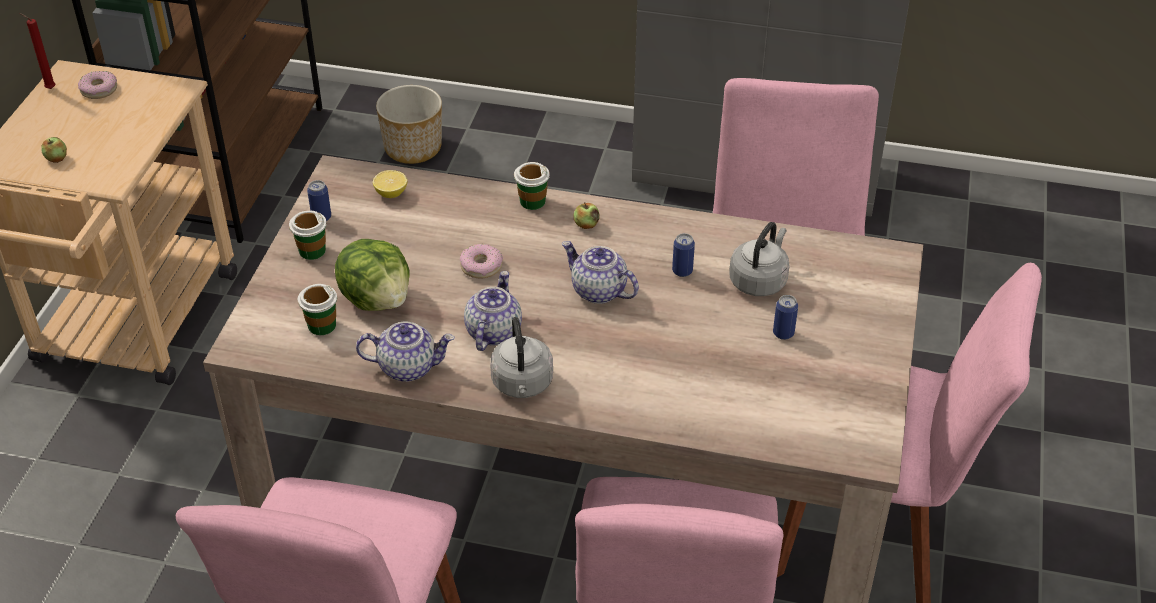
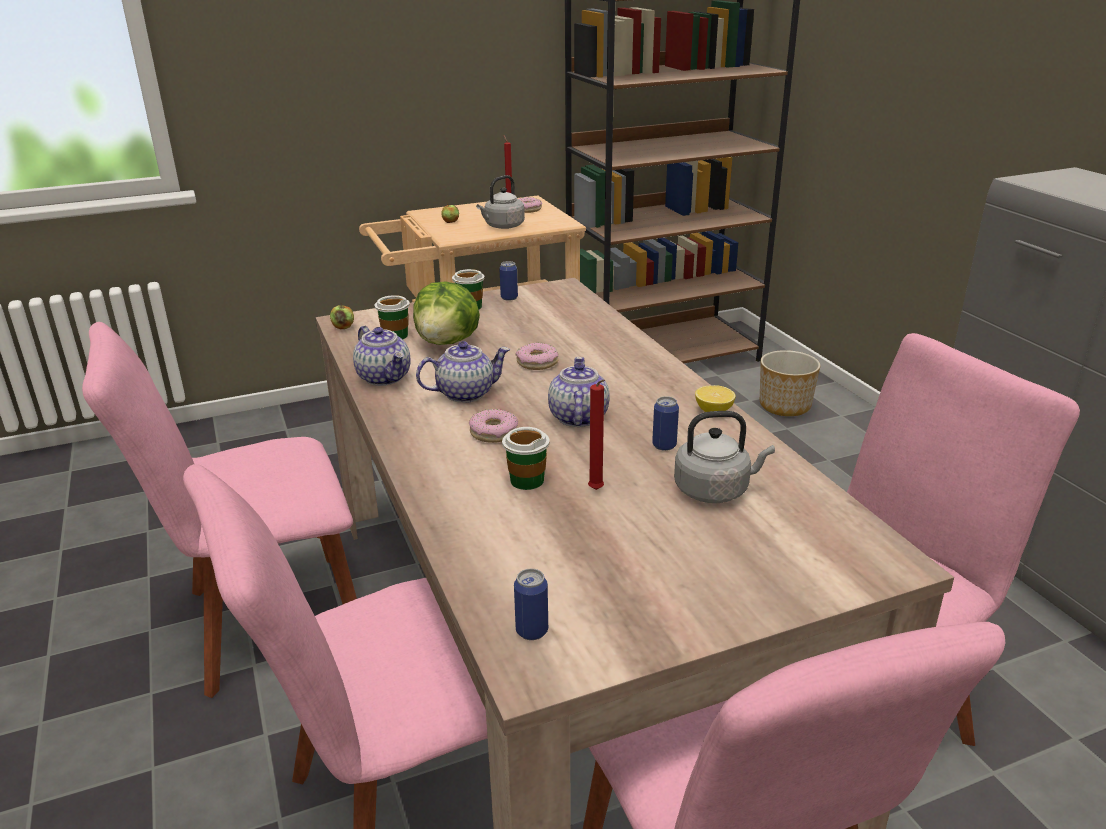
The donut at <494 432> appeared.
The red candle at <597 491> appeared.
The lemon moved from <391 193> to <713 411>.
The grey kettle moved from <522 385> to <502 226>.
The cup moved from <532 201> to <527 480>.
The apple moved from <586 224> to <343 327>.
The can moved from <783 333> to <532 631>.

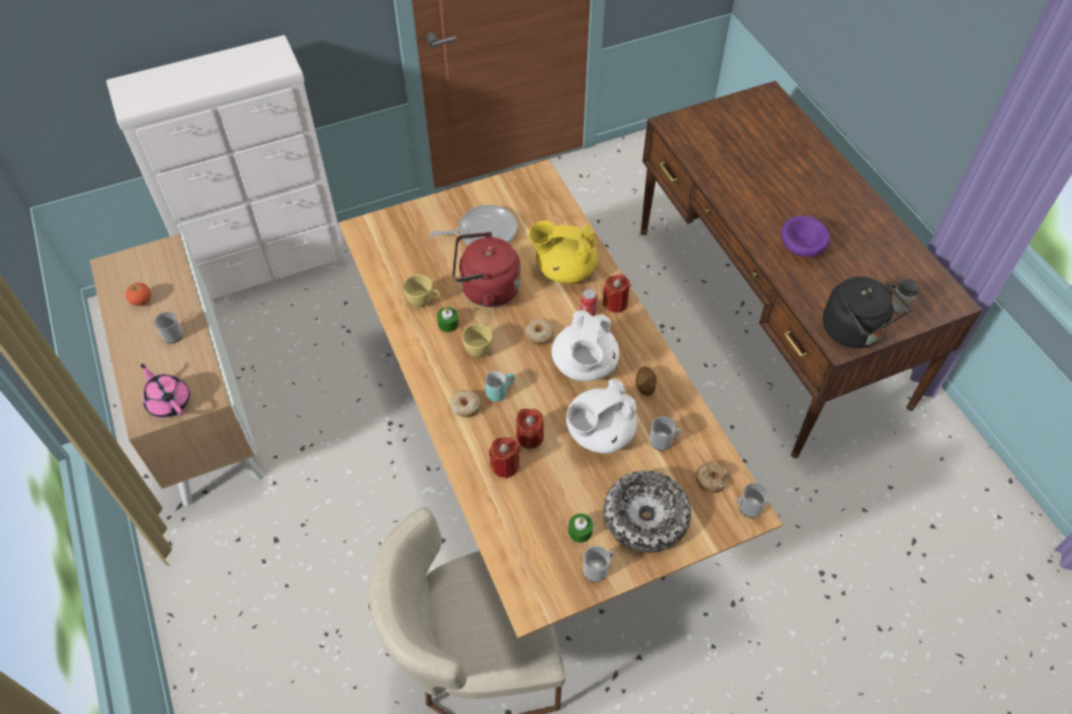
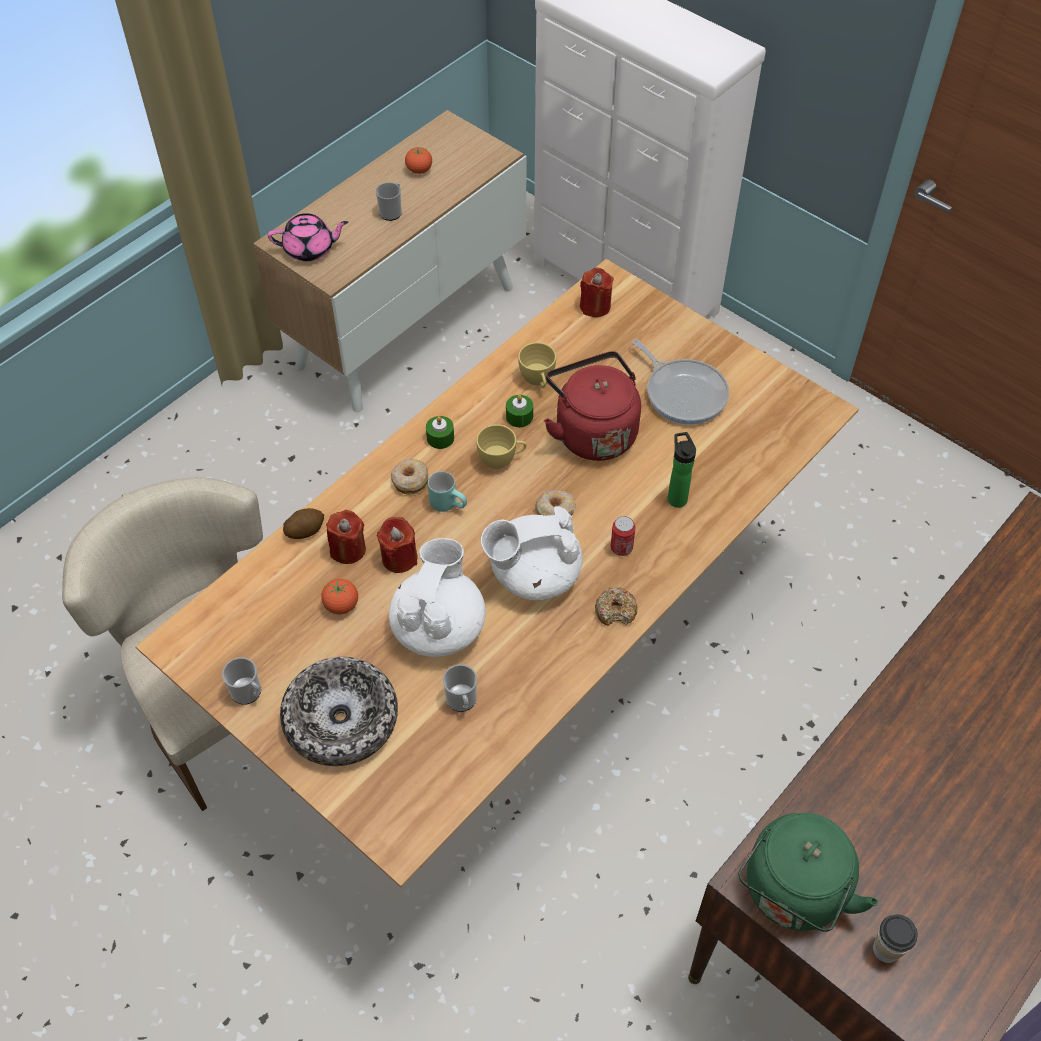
The mug at <747 508> disappeared.
The purple bowl at <800 248> disappeared.
The tomato at <341 605> appeared.
The green candle moved from <580 531> to <440 438>.
The red candle moved from <615 303> to <595 306>.
The potato moved from <645 386> to <305 530>.
The donut moved from <711 479> to <615 611>.
The yellow teapot at <564 269> was replaced by the bottle at <676 497>.
The black kettle at <854 331> became the green kettle at <792 894>.
The pink teapot at <169 401> turned 60 degrees clockwise.
The white teapot at <599 433> turned 75 degrees clockwise.

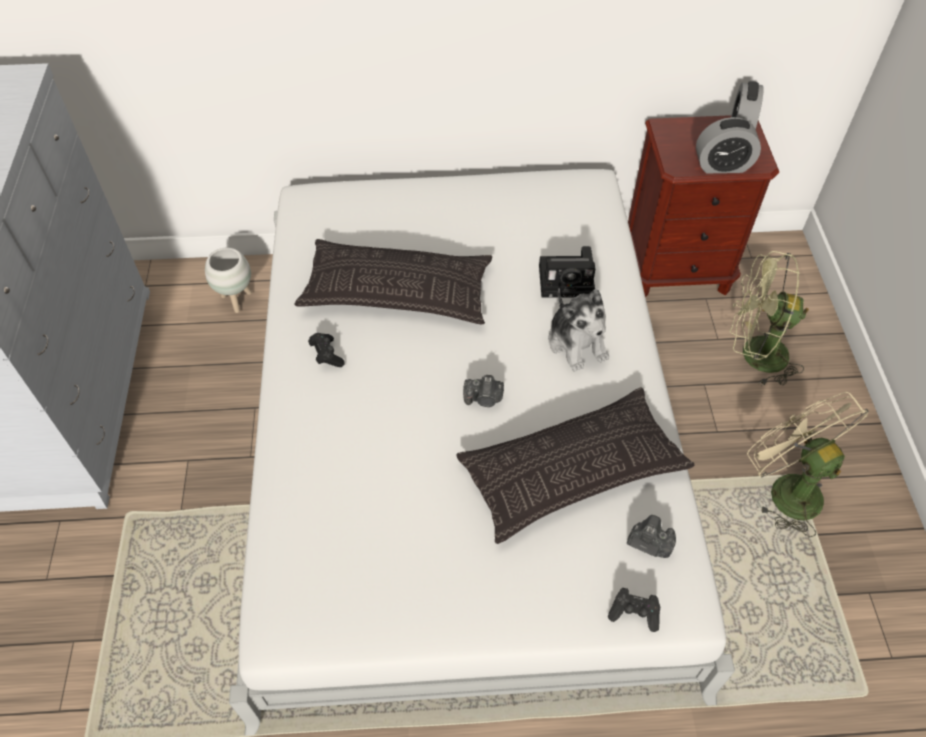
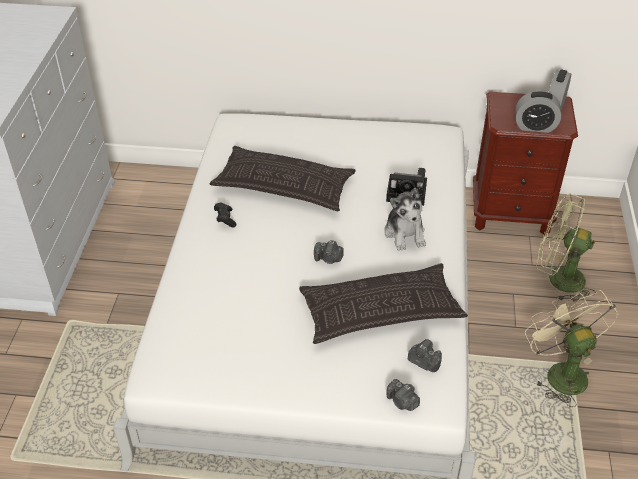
The white planter at <237 300> disappeared.
The black game controller at <634 613> was replaced by the photo camera at <402 402>.

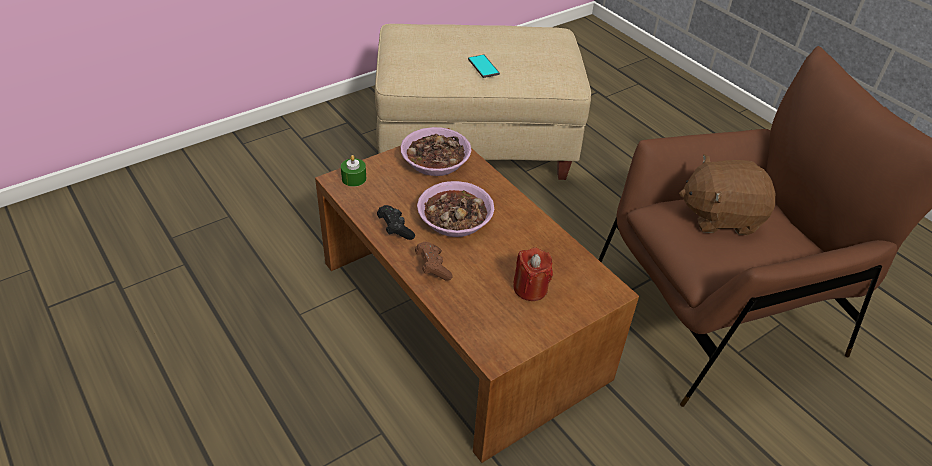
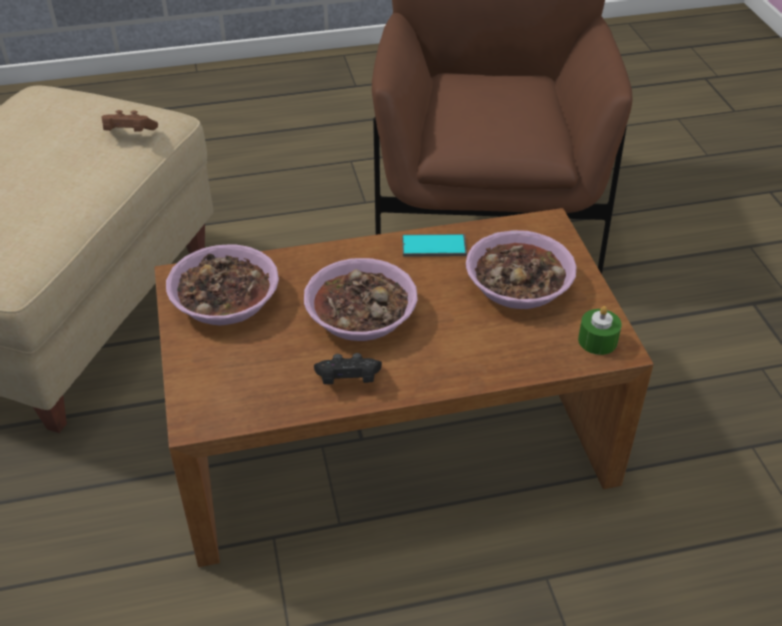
The brown plush toy at <720 216> disappeared.
The green candle moved from <354 178> to <597 340>.
The brown game controller moved from <432 267> to <129 134>.
The phone moved from <483 66> to <434 246>.
The red candle at <530 288> was replaced by the bowl at <519 285>.

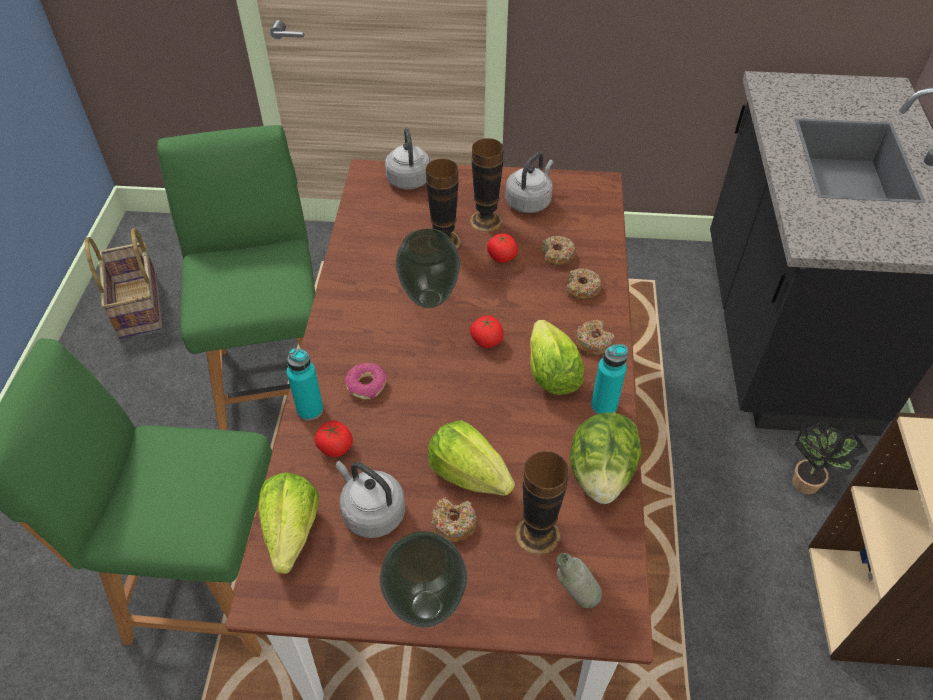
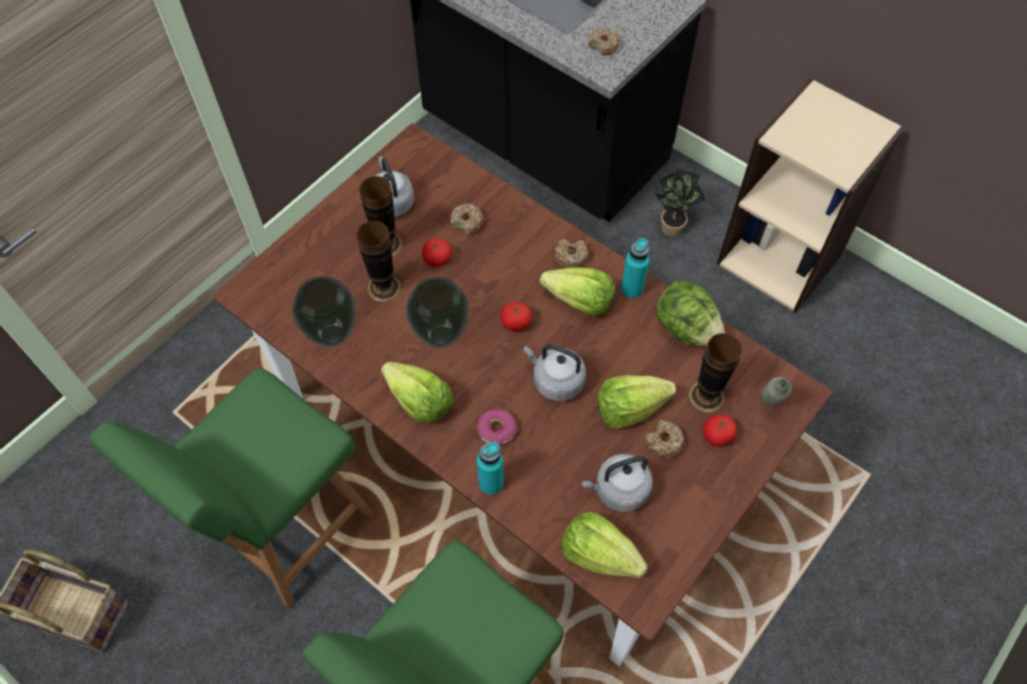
The lettuce at <419 402> appeared.
The tomato moved from <335 447> to <717 436>.
The vase moved from <424 606> to <332 335>.
The grey kettle moved from <408 178> to <555 381>.
The donut moved from <582 289> to <604 45>.
The green chair at <276 378> turned 75 degrees counterclockwise.

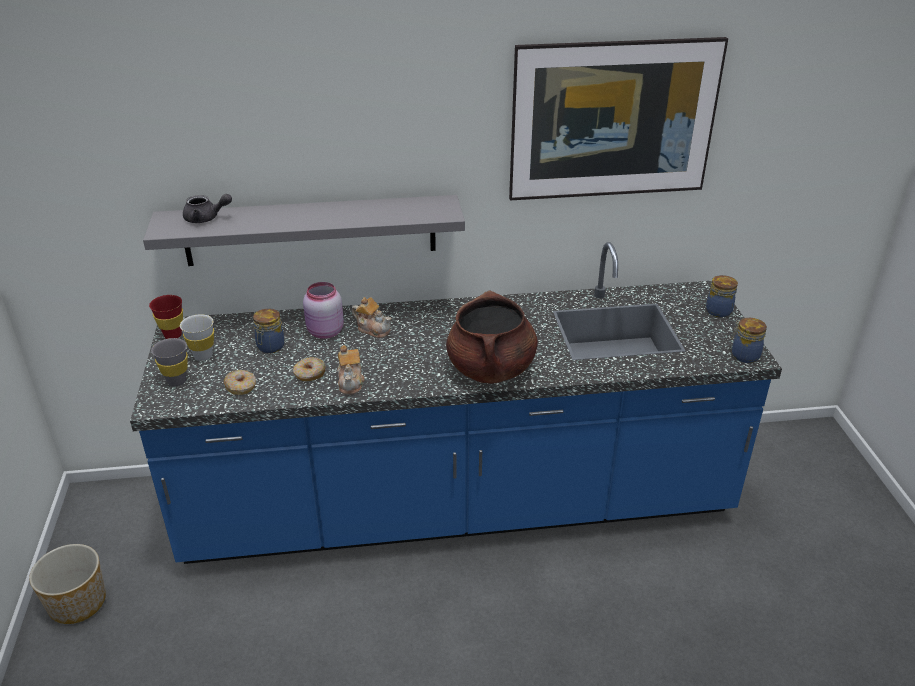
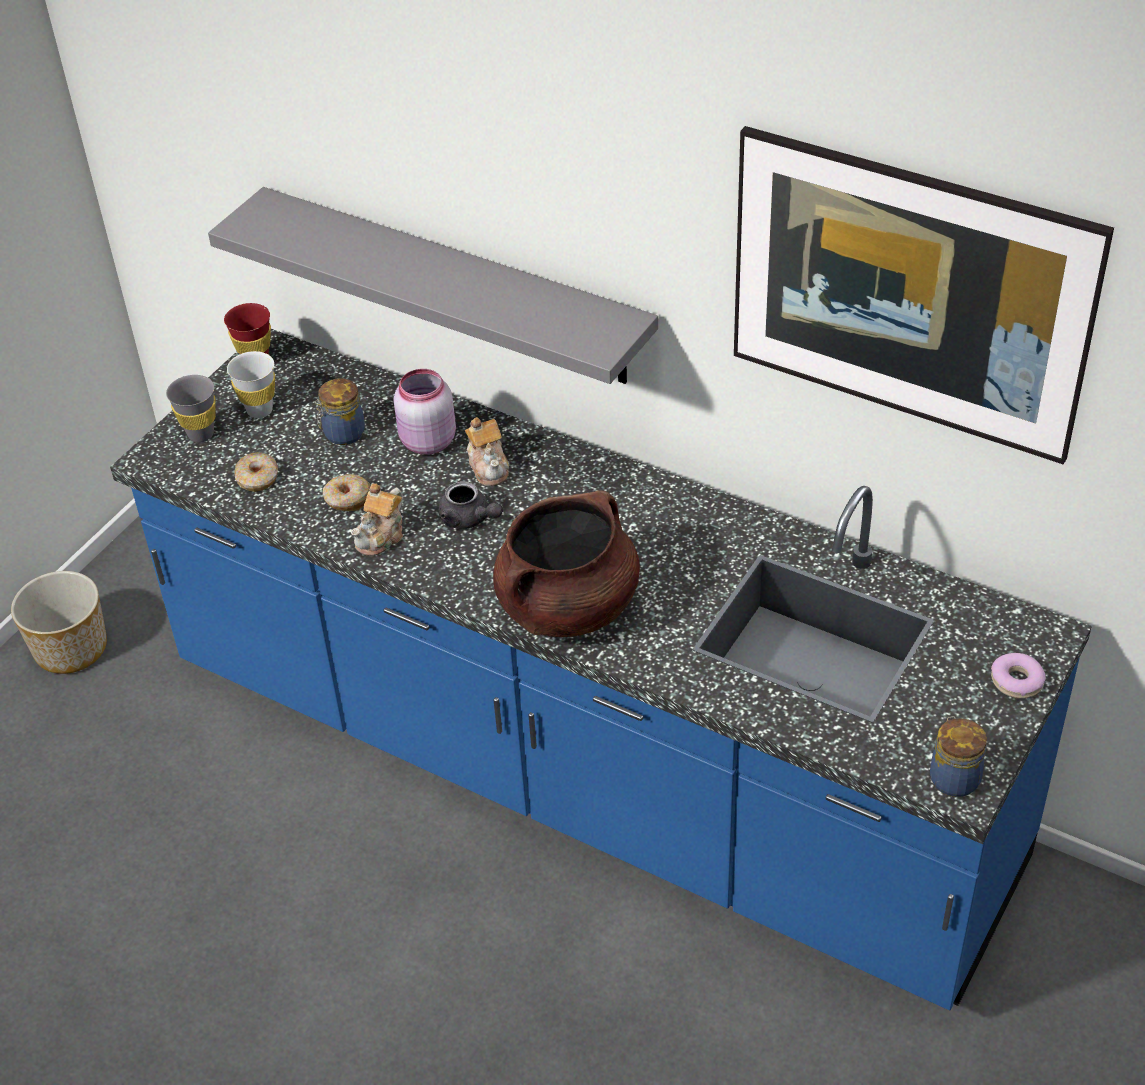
The grey teapot moved from <206 218> to <469 519>.
The jar at <718 310> was replaced by the donut at <1016 681>.

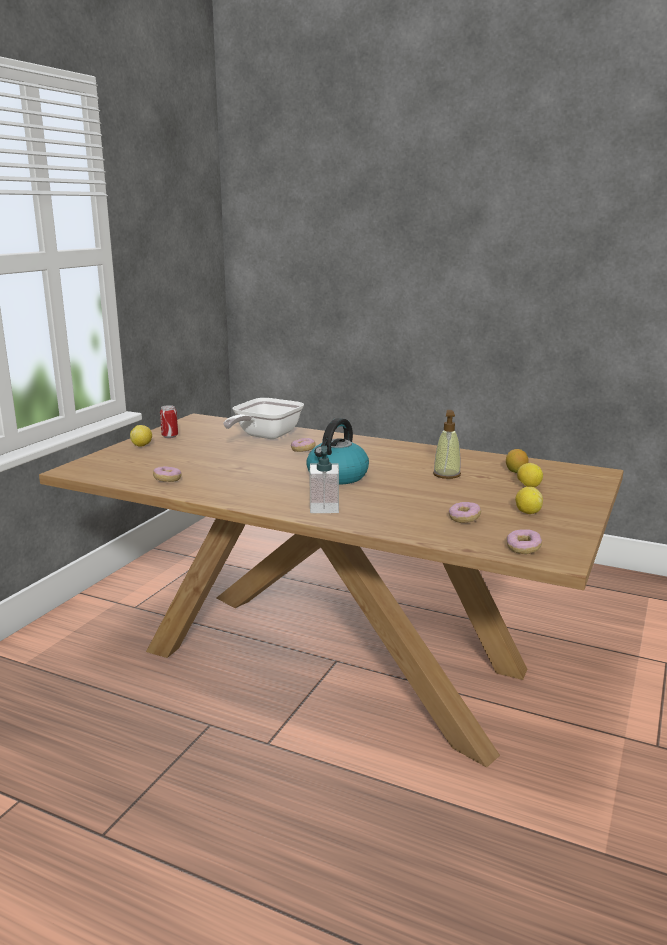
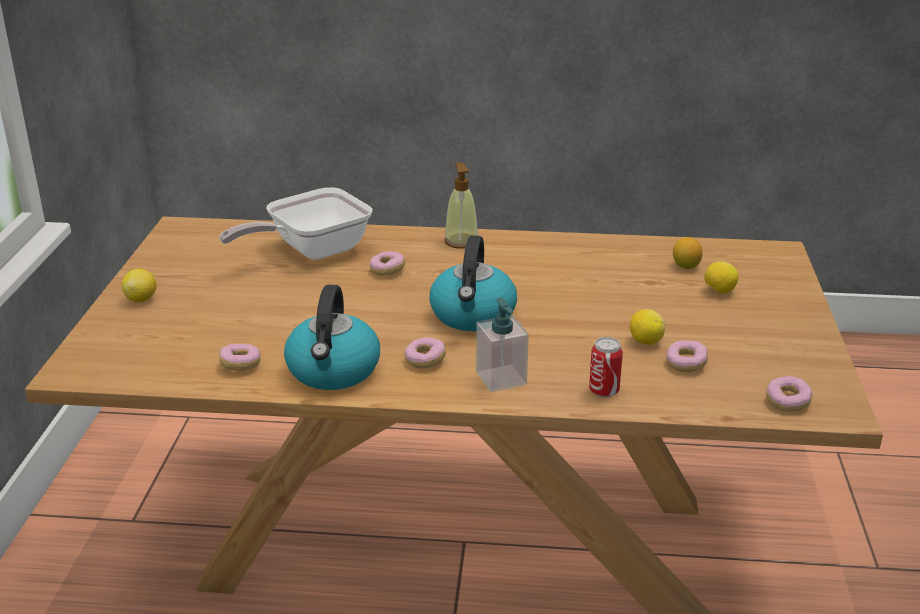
The kettle at <333 371> appeared.
The donut at <425 361> appeared.
The can moved from <170 436> to <604 391>.
The soap dispenser moved from <446 474> to <461 241>.
The lemon moved from <527 512> to <645 341>.
The frying pan at <264 436> turned 45 degrees clockwise.

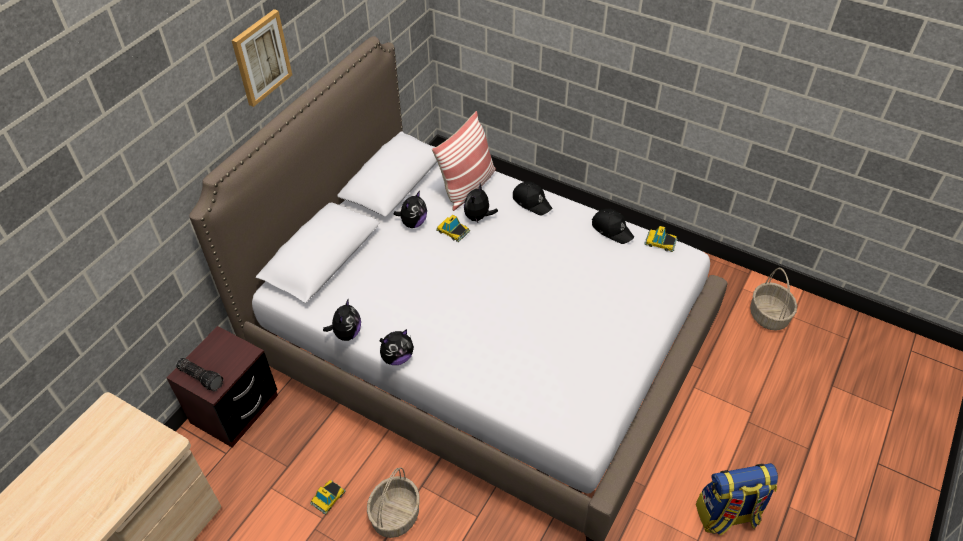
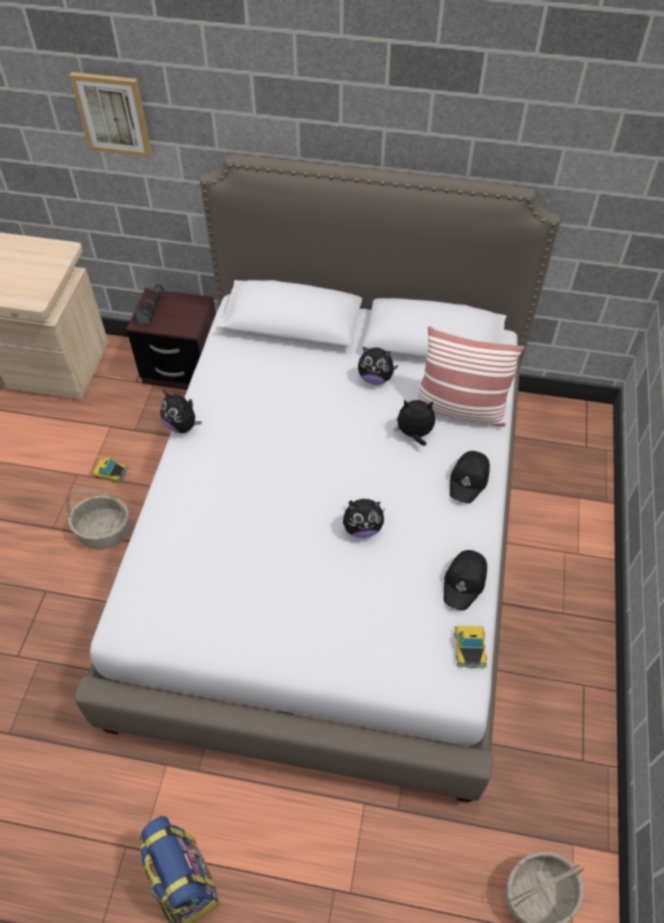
The toy car at <453 231> disappeared.
The picture moved from <261 57> to <113 114>.
The plush toy moved from <346 333> to <362 528>.

